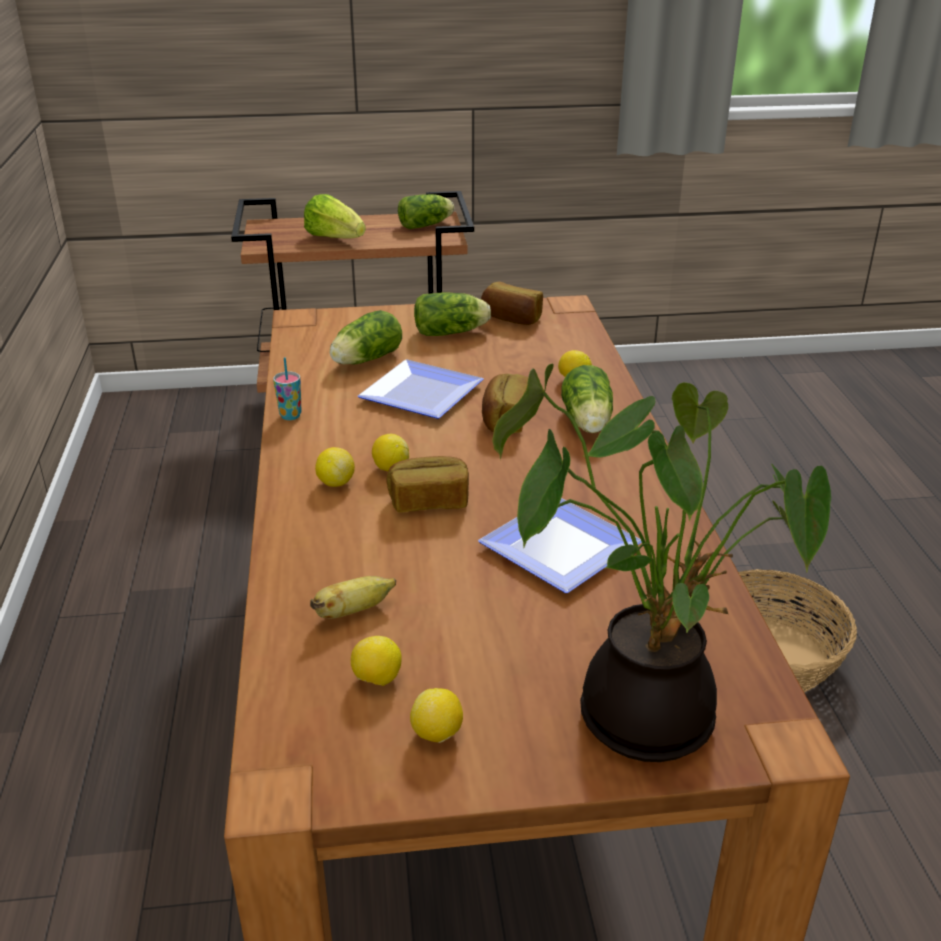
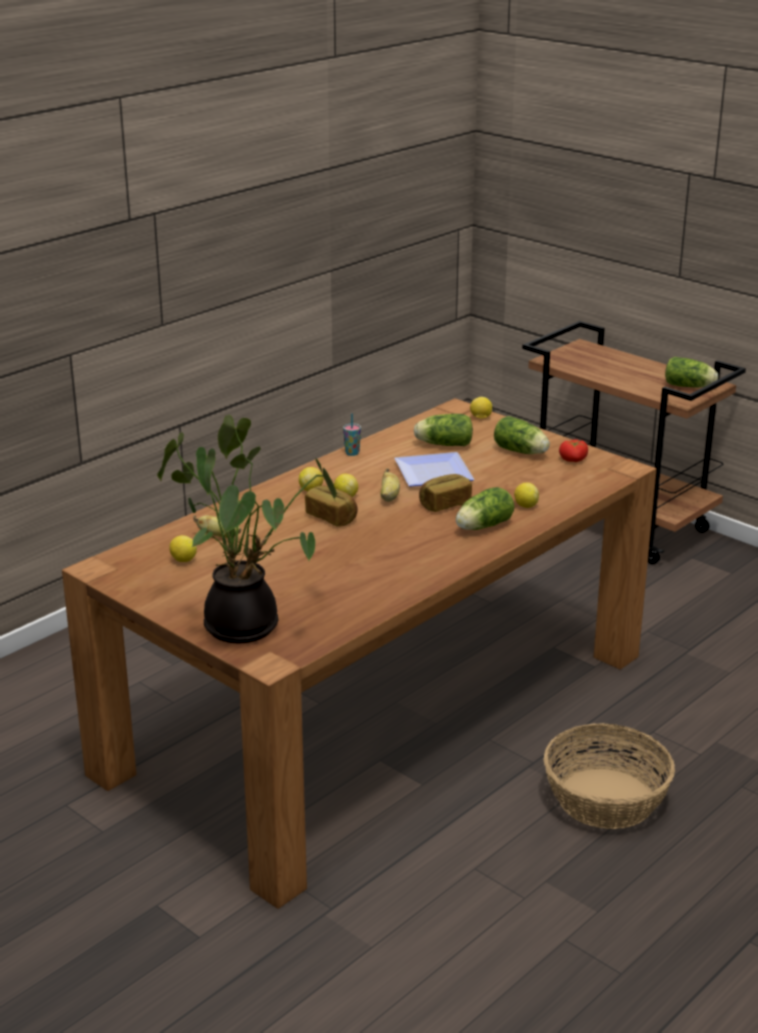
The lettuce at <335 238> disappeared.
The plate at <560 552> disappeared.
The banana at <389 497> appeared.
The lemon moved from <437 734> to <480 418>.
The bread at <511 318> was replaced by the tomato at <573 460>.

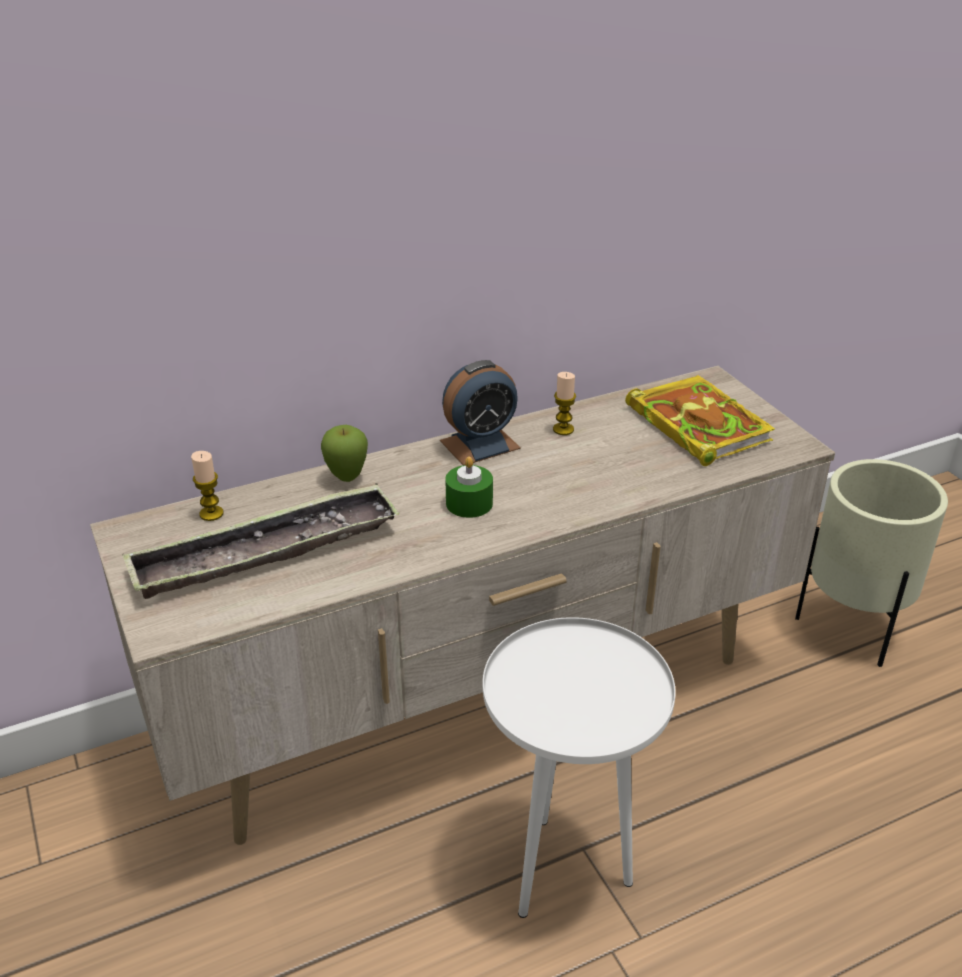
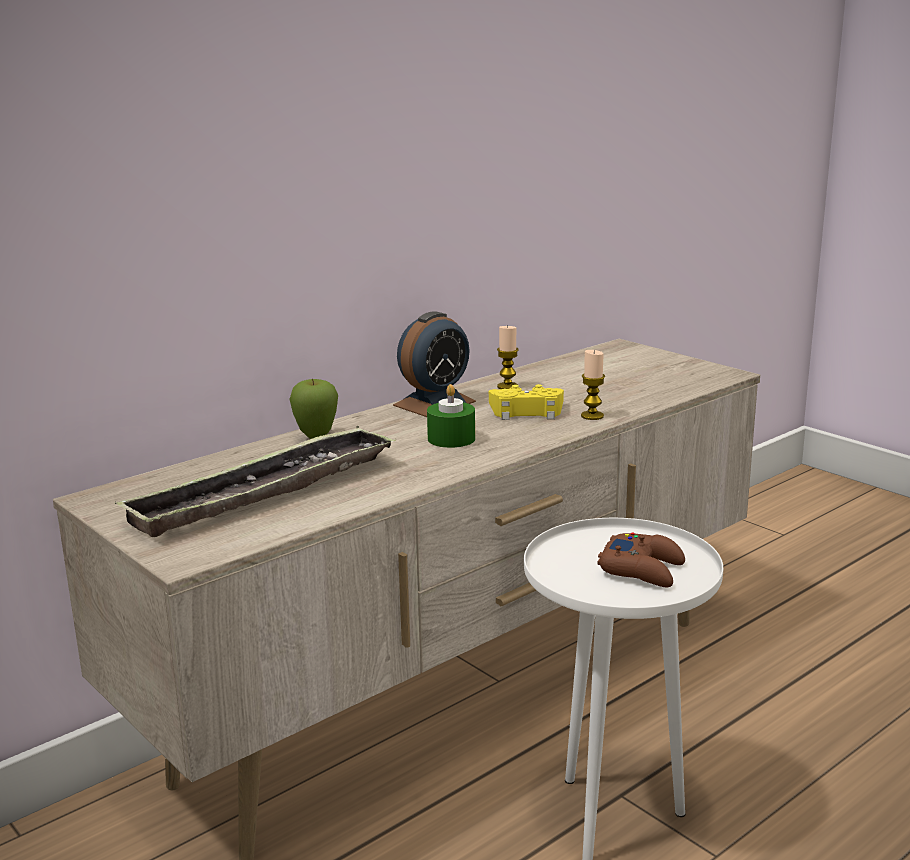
The book at <694 424> disappeared.
The beige planter at <851 628> disappeared.
The yellow game controller at <527 411> appeared.
The brown game controller at <642 569> appeared.
The candle moved from <211 514> to <592 416>.

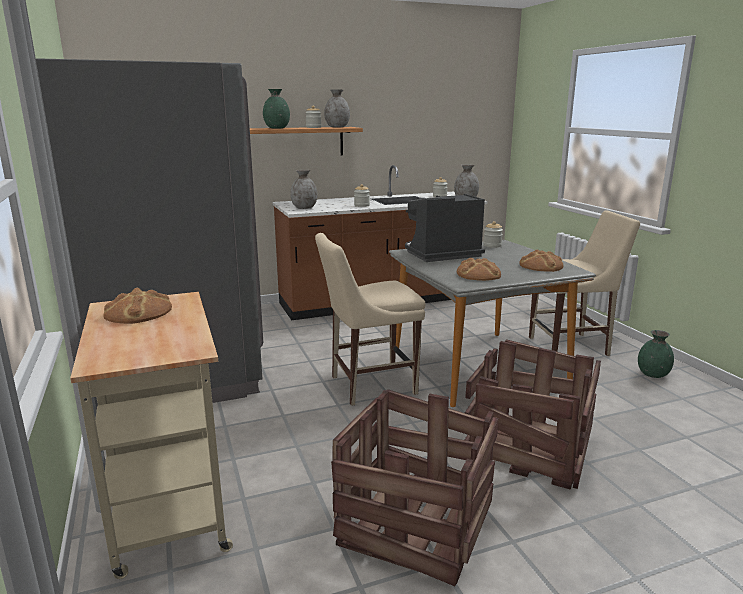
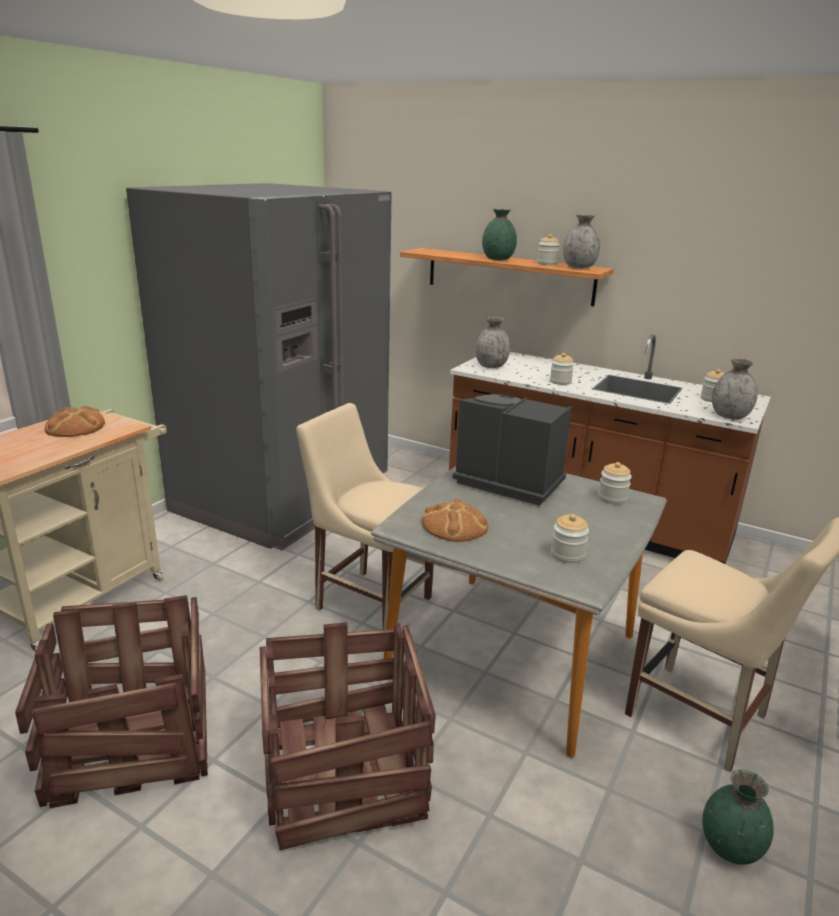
The bread at <540 266> was replaced by the jar at <567 555>.

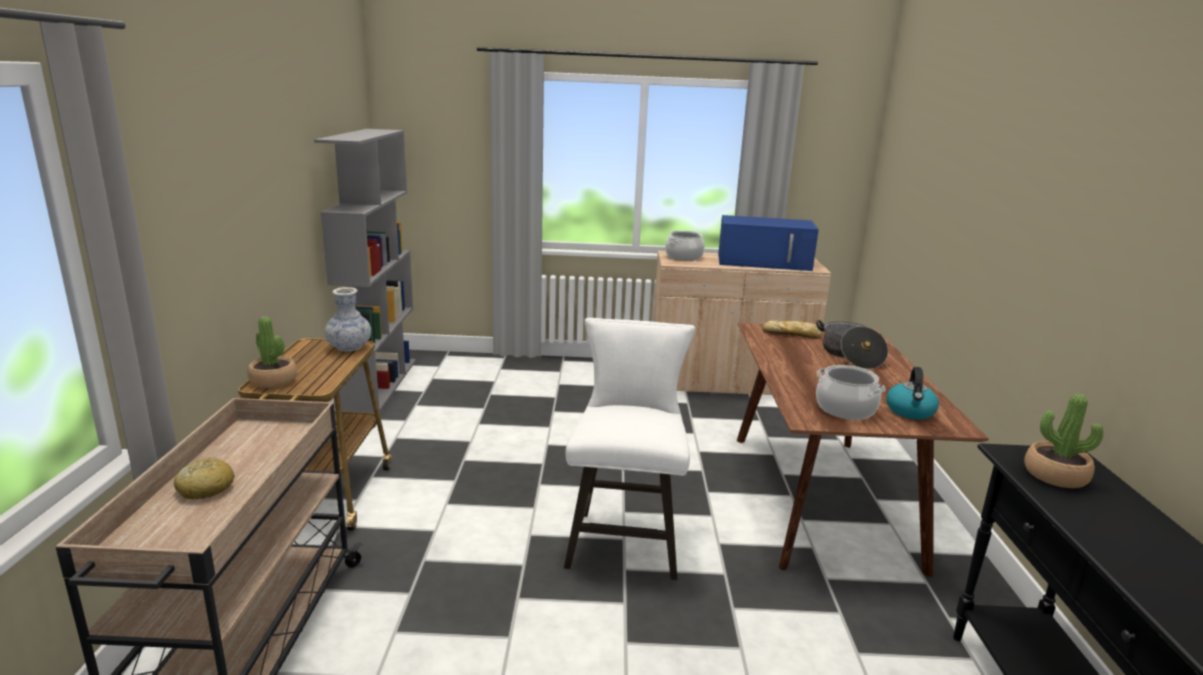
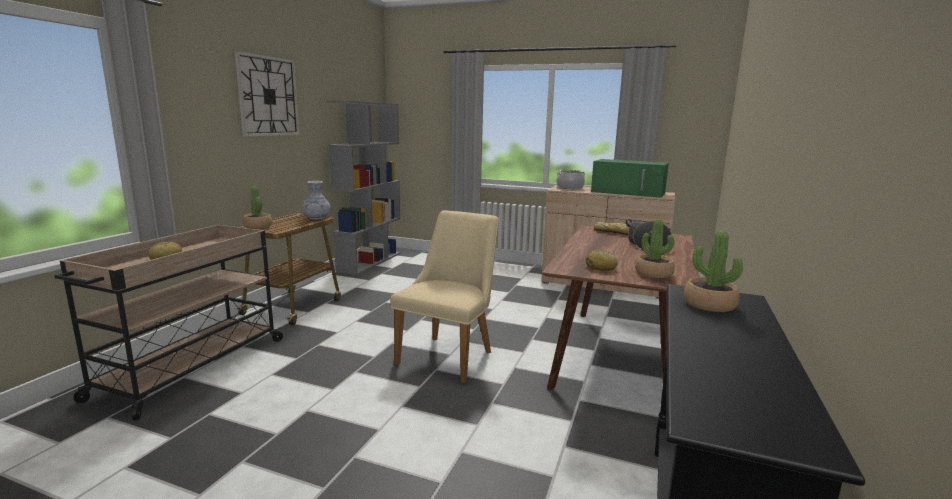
The wall clock at <268 96> appeared.
The white stool at <624 538> was replaced by the beige chair at <451 354>.
The cooking pot at <845 409> was replaced by the bread at <601 267>.
The kettle at <910 411> was replaced by the potted plant at <654 273>.
The blue microwave at <765 262> became the green microwave at <629 192>.

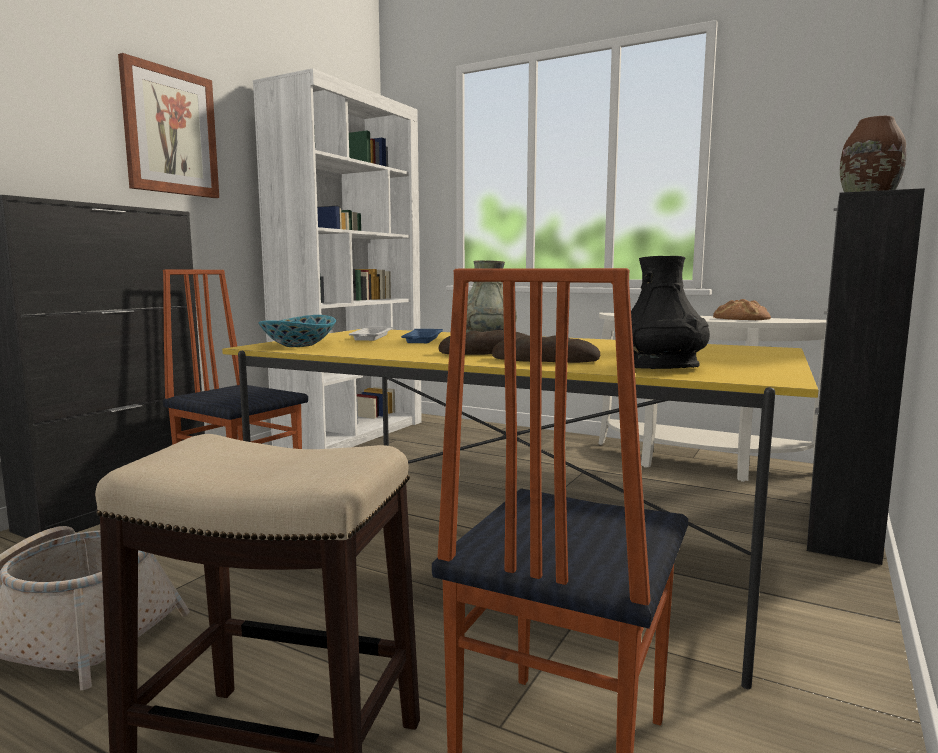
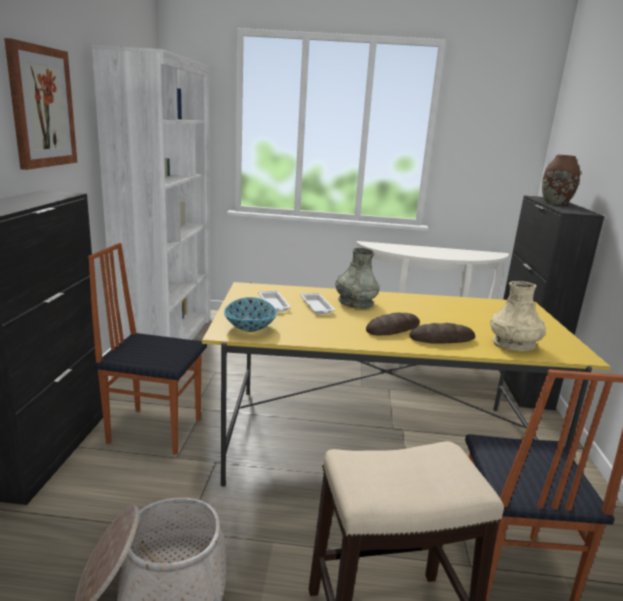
The bread at <741 318> disappeared.
The blue tray at <422 340> became the white tray at <317 307>.
The black vase at <661 367> became the beige vase at <513 344>.

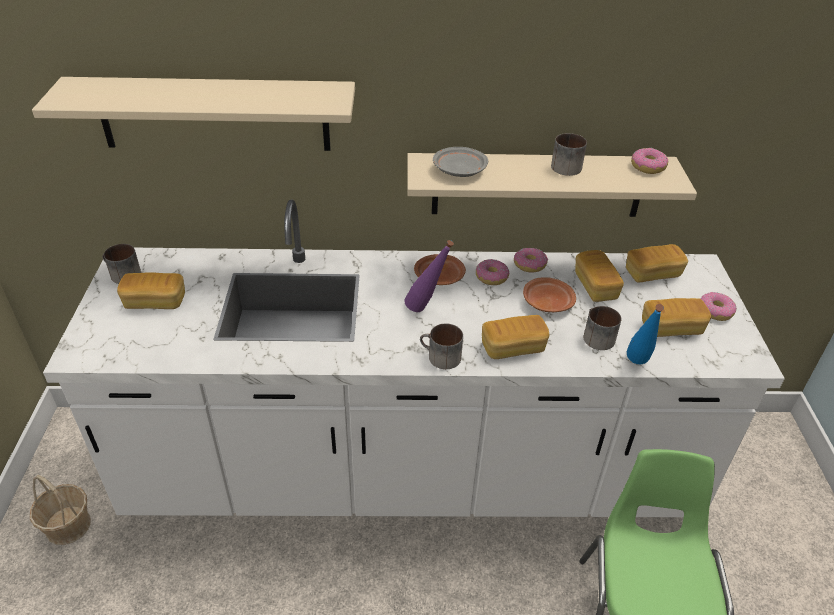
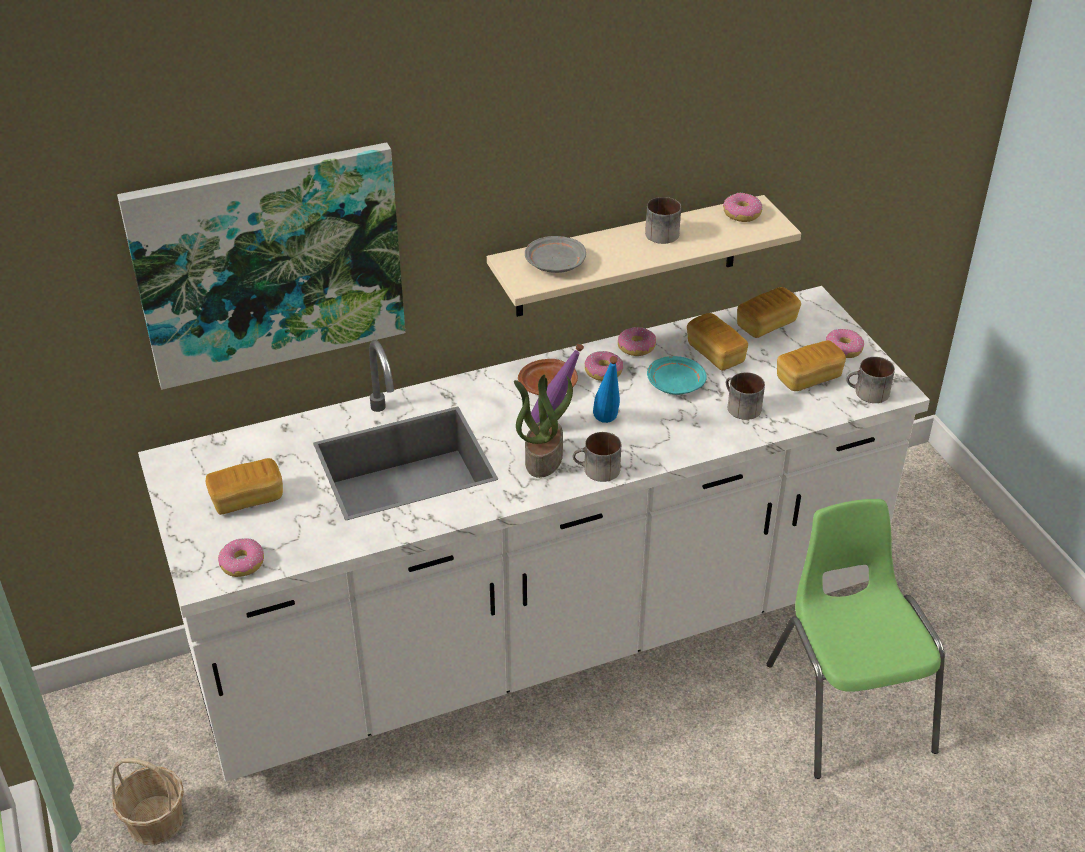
The bread at <513 348> disappeared.
The donut at <242 563> appeared.
The potted plant at <543 458> appeared.
The mug moved from <122 275> to <867 393>.
The blue bottle moved from <637 366> to <607 425>.
The beige shelf at <214 114> was replaced by the picture at <269 264>.
The brown plate at <547 302> became the turquoise plate at <674 384>.

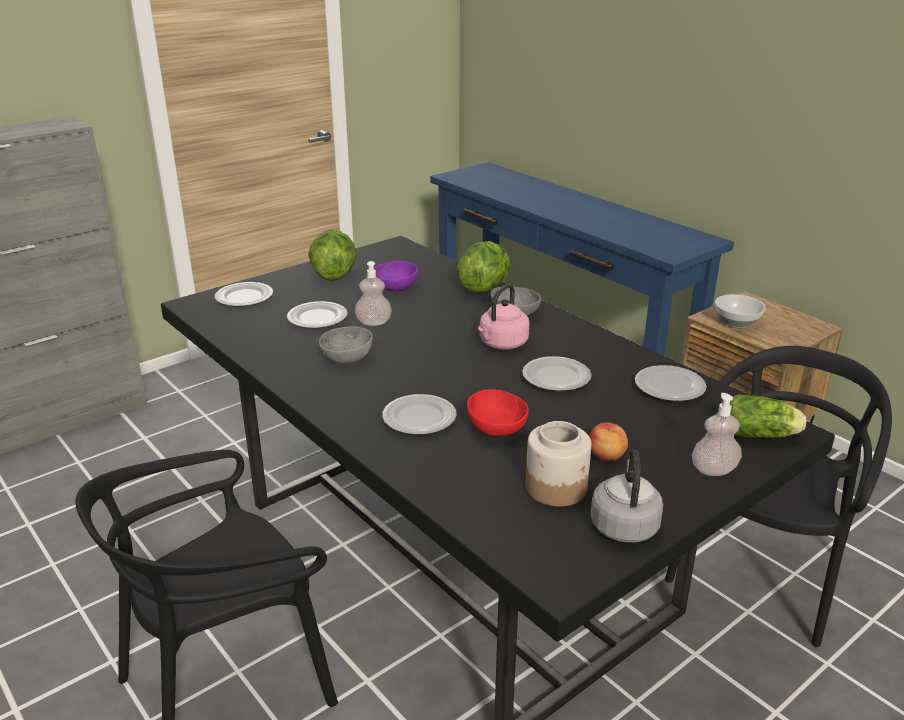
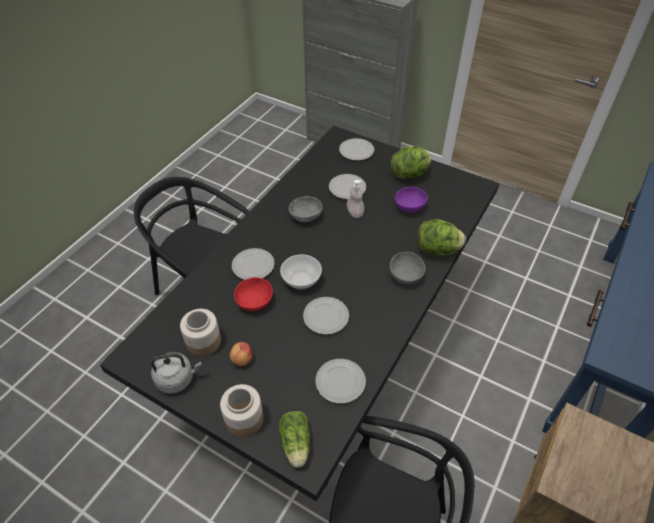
The pink kettle at <502 344> disappeared.
The bowl moved from <737 323> to <301 281>.
The soap dispenser at <714 470> was replaced by the jar at <243 419>.

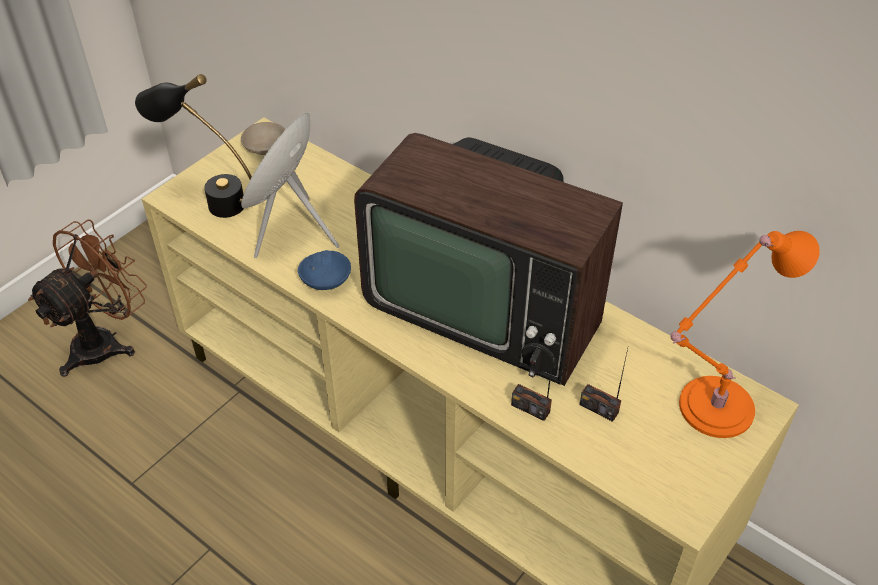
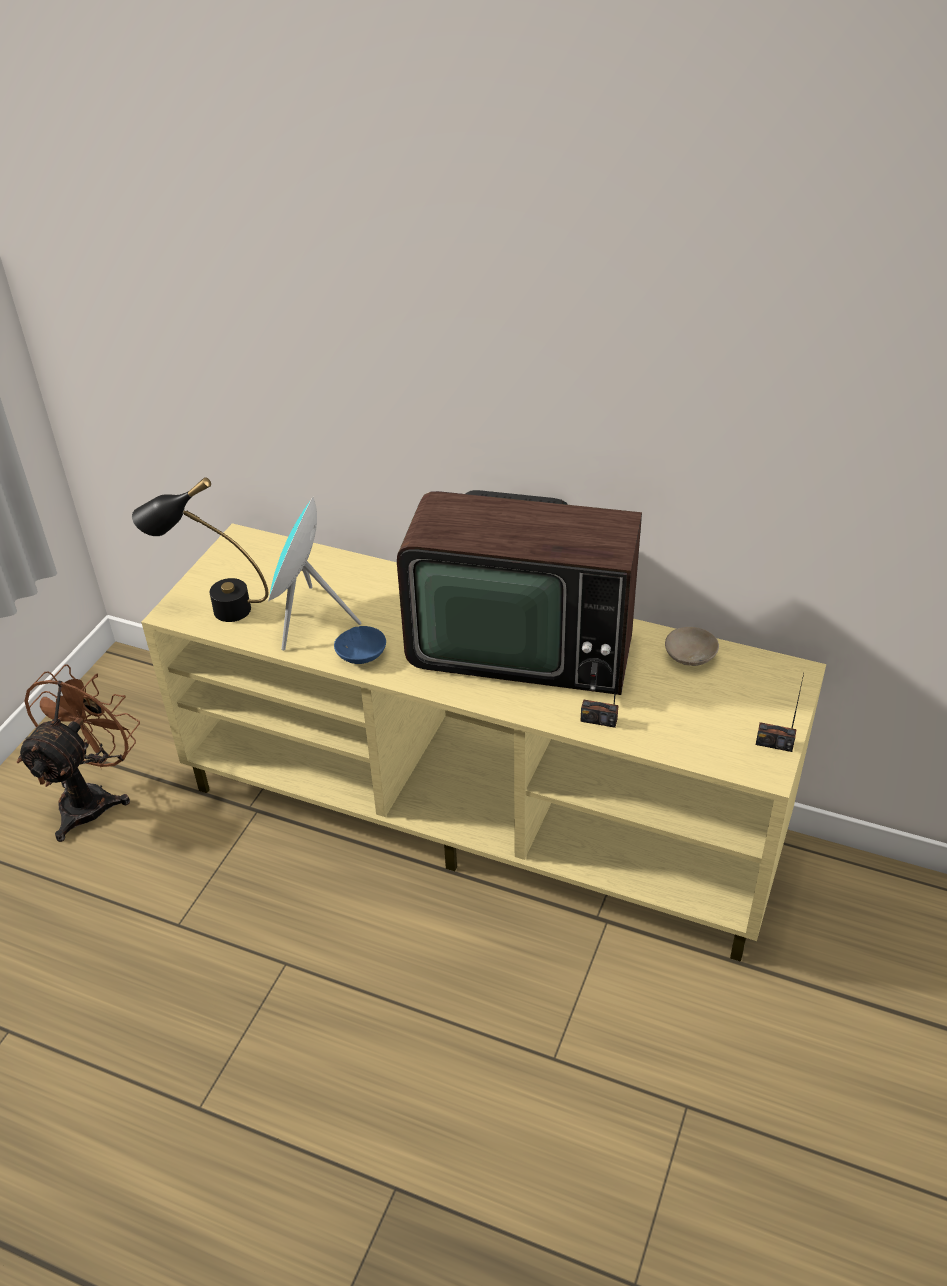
The orange table lamp at <710 409> disappeared.
The beige bowl moved from <267 146> to <690 655>.
The radio moved from <599 408> to <774 743>.

